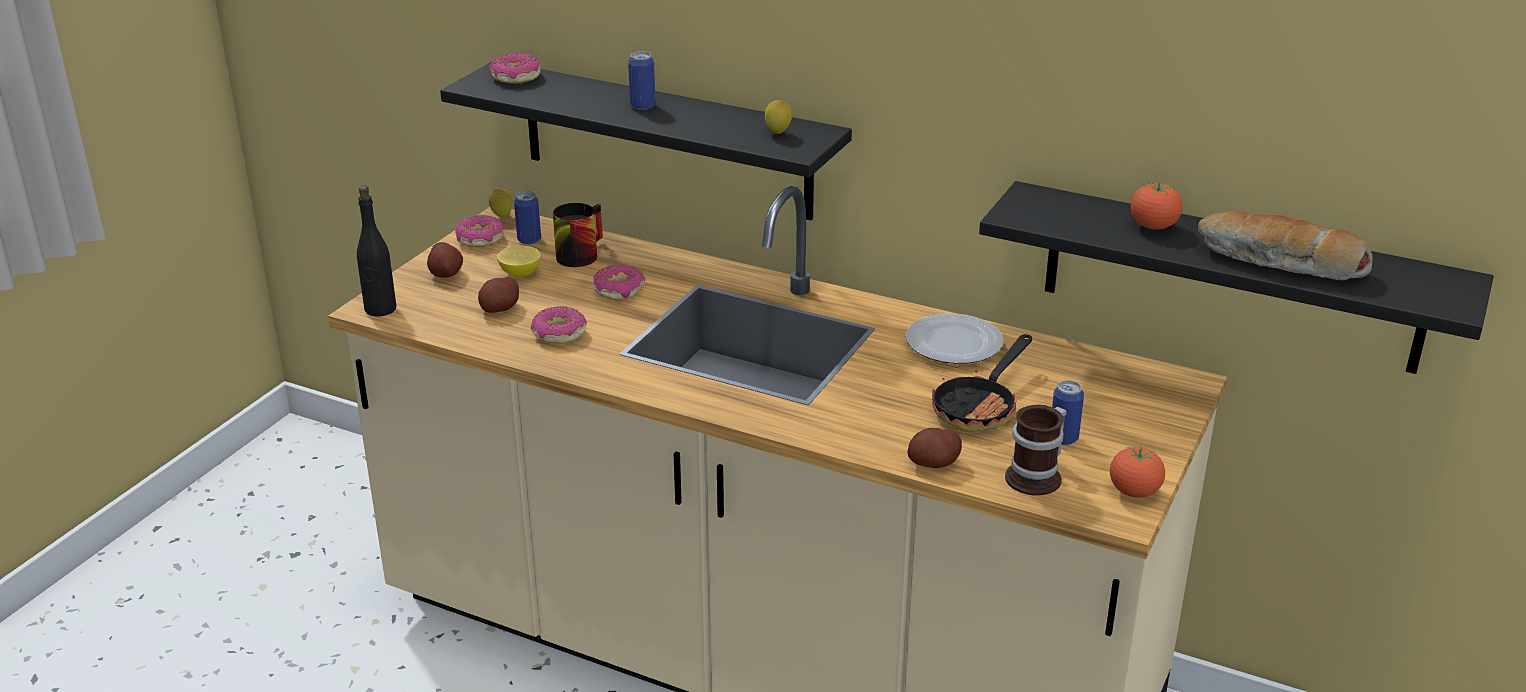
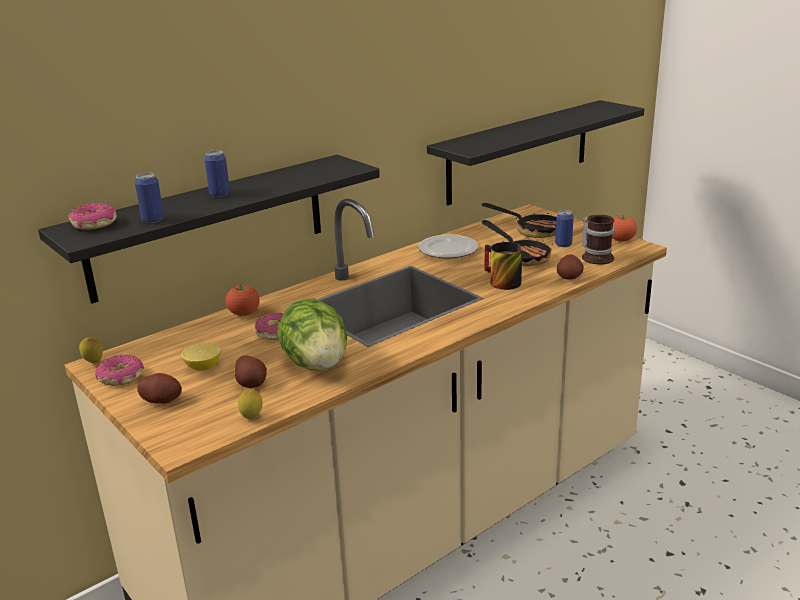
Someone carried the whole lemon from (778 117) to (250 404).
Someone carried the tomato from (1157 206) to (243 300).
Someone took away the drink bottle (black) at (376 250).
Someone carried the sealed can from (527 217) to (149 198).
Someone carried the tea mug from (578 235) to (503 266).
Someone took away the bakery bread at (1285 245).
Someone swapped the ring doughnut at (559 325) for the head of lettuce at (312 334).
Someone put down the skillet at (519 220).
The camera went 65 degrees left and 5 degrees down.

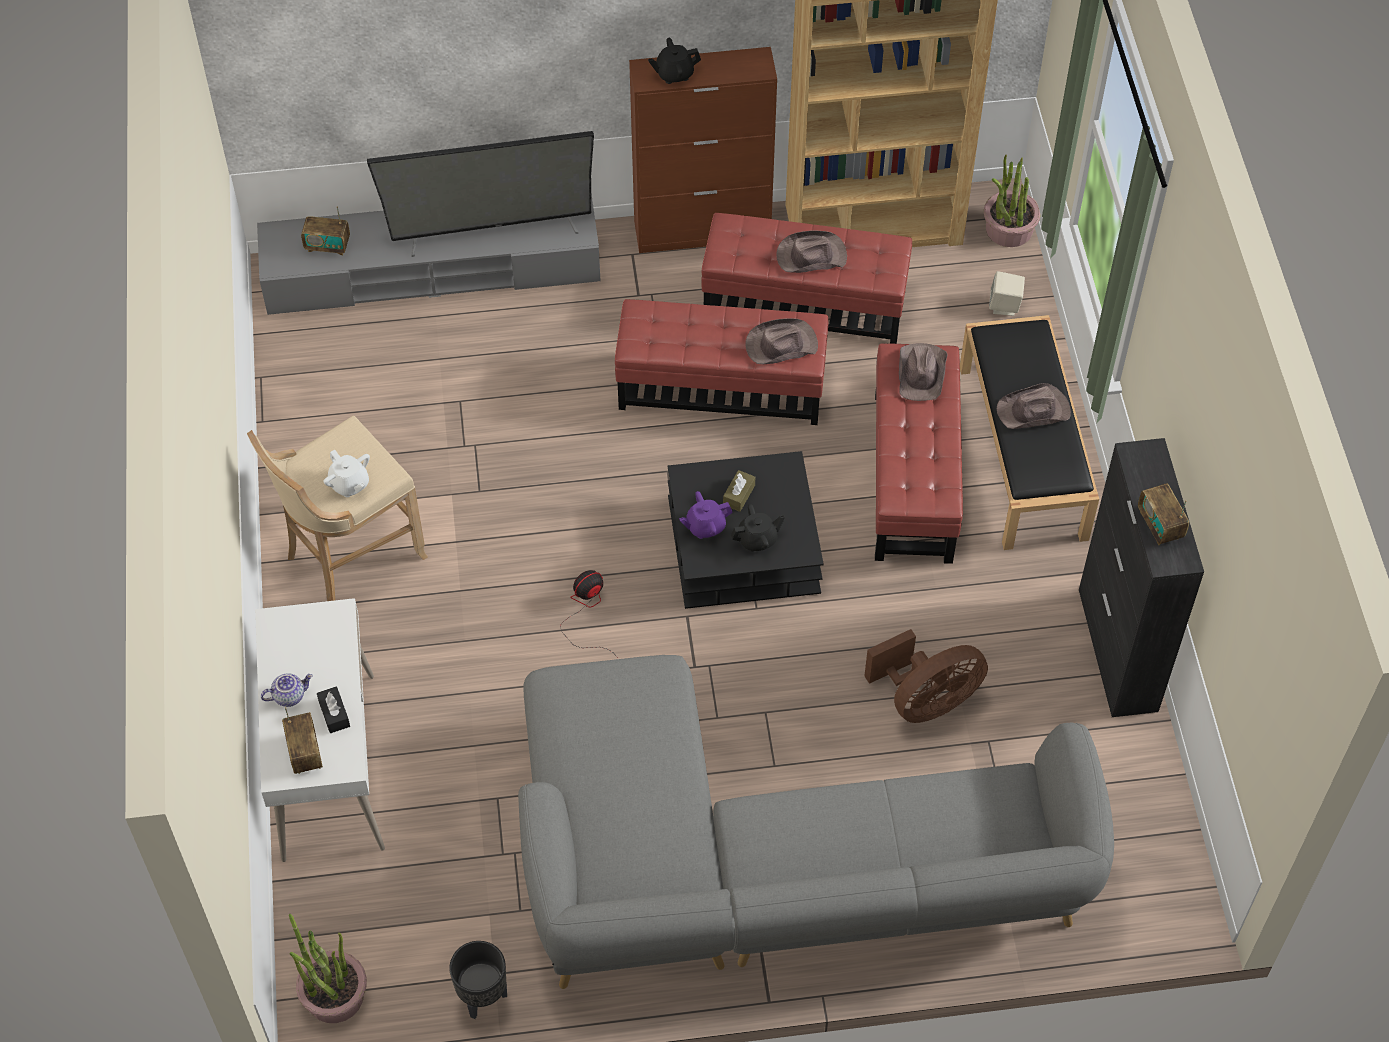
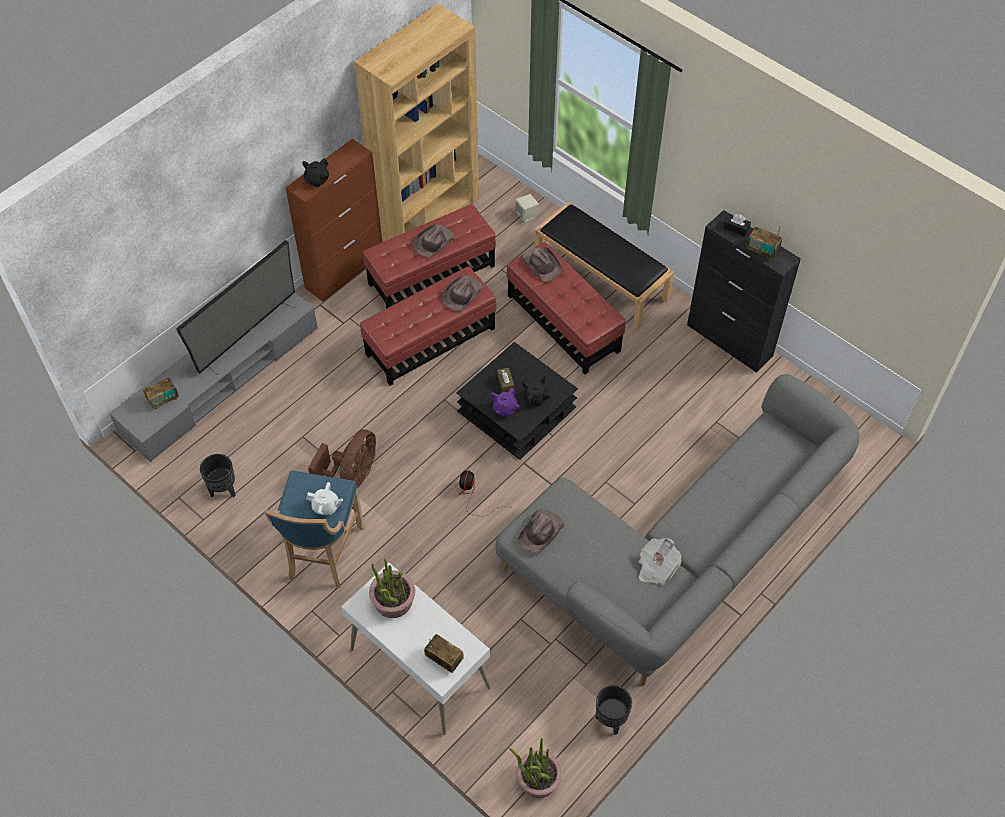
Someone carried the potted plant from (1012 201) to (392 588).
Someone carried the clothing hat (brown) from (1034 406) to (541 532).
Someone repainted the stool (sand-coloured) at (337 508), which became the stool (blue) at (315 530).
Someone carried the cooling fan (brown) from (926 676) to (342 458).
Someone took away the teapot at (287 690).
Someone carried the tissue box (black) from (333 709) to (737 225).
Someone put down the planter (black) at (218 475).
Someone put down the newspaper at (659 561).
The camera went 40 degrees left and 0 degrees up.

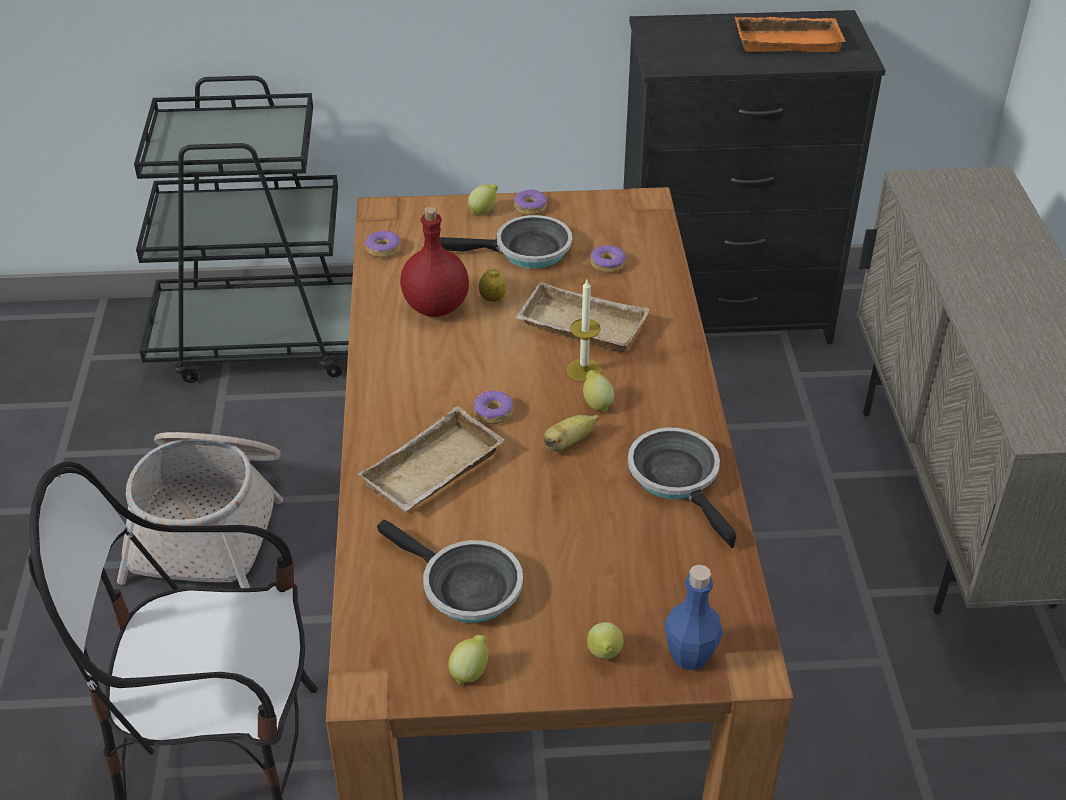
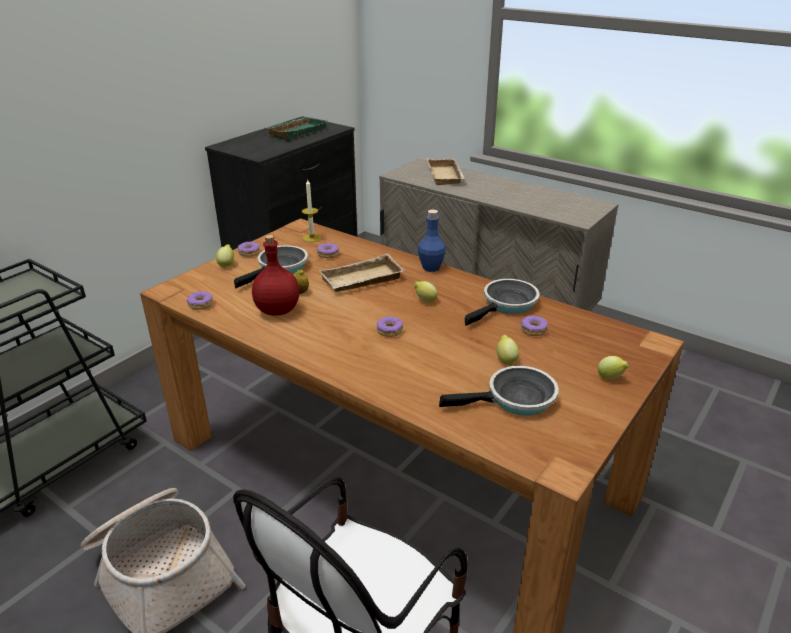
Someone repainted the tray (orange) at (790 34), which became the tray (green) at (296 128).
Someone carried the candle from (584 331) to (312 211).
Someone carried the tray (sand-coloured) from (431 459) to (446 171).
Someone took away the banana fruit at (571 433).
Someone rotated the skillet at (682 488) by 120 degrees clockwise.
Someone carried the drink bottle (blue) from (693 618) to (432 241).
Someone carried the whole lemon from (468 660) to (508 350).
Someone put down the ring doughnut at (534 326).
The camera went 50 degrees left and 10 degrees down.

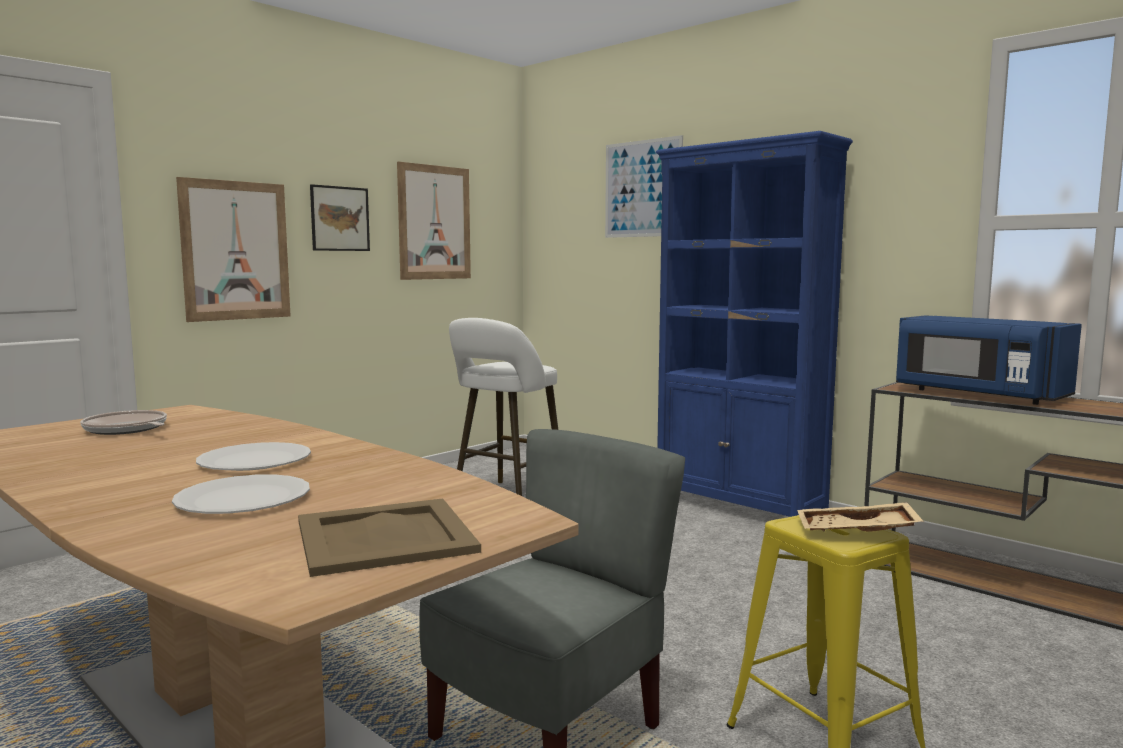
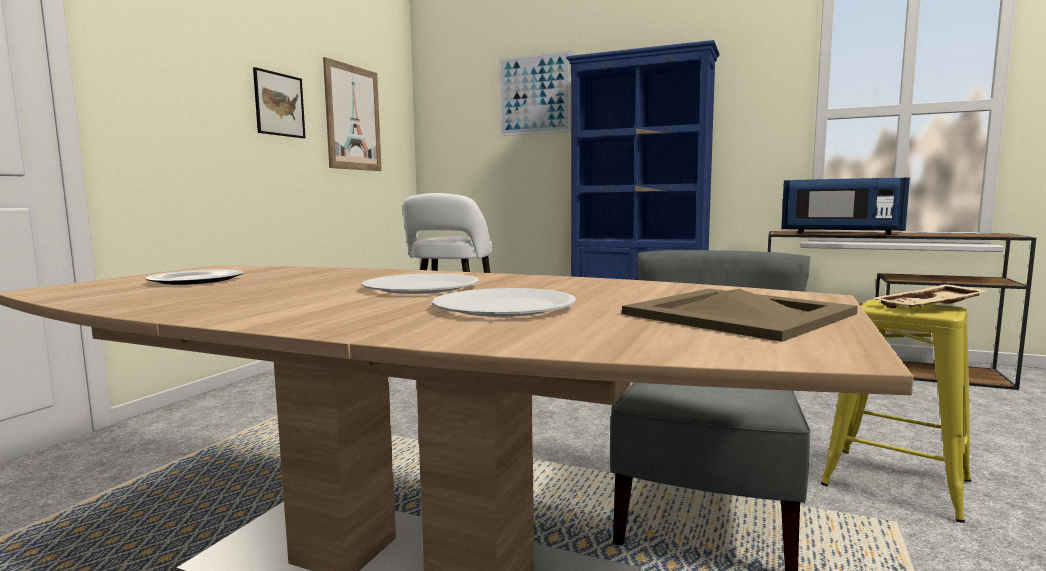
Someone took away the wall picture at (233 249).
Someone swapped the skillet at (123 422) for the plate at (194 277).
The camera went 20 degrees left and 0 degrees up.

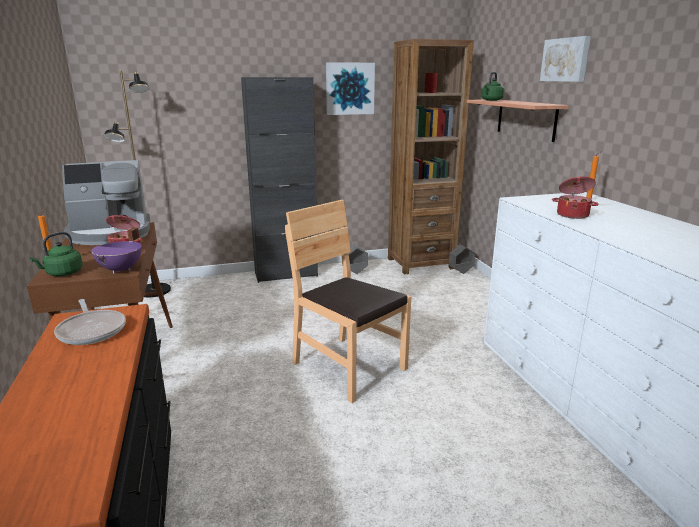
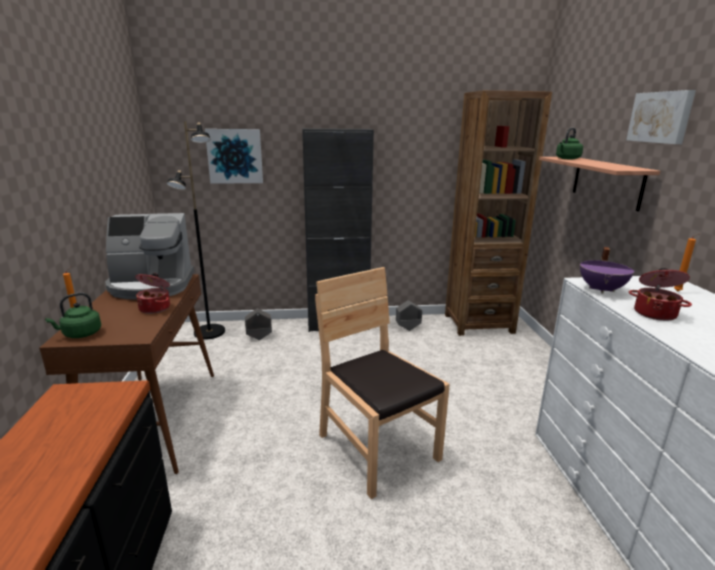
Someone carried the wall picture from (350 88) to (234 156).
Someone carried the stockpot (purple) from (116 251) to (607 270).
Someone carried the planter (grey) from (462 259) to (258 324).
Someone took away the skillet at (90 322).
The camera went 10 degrees right and 0 degrees up.

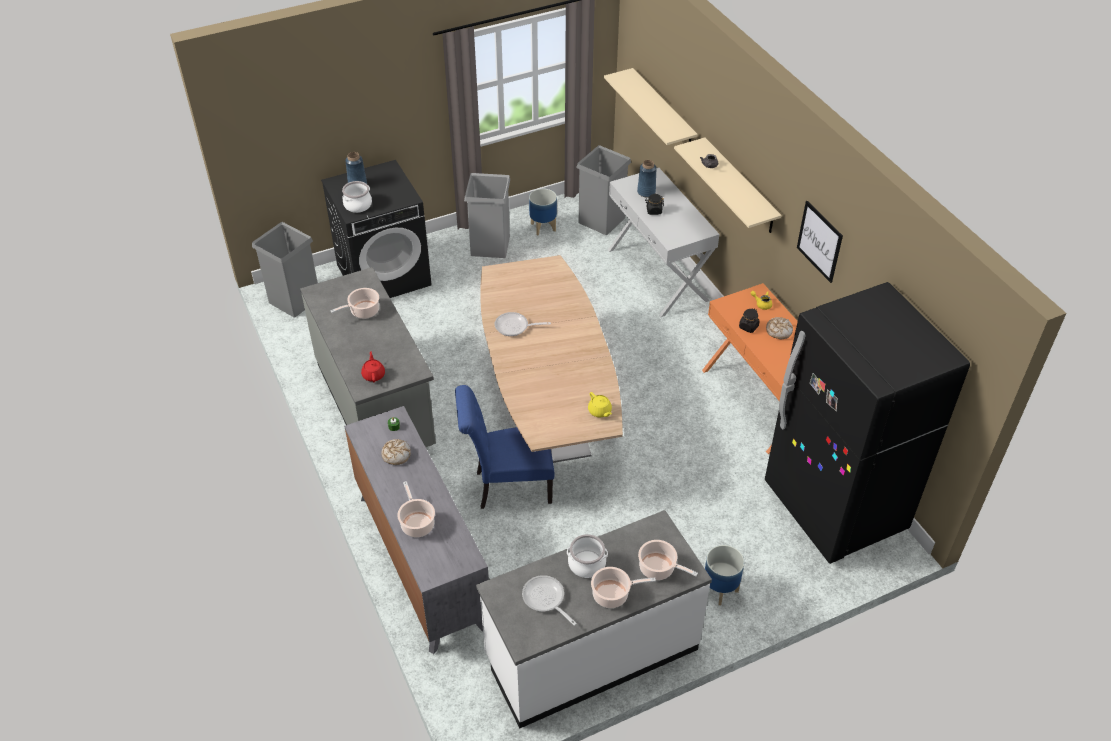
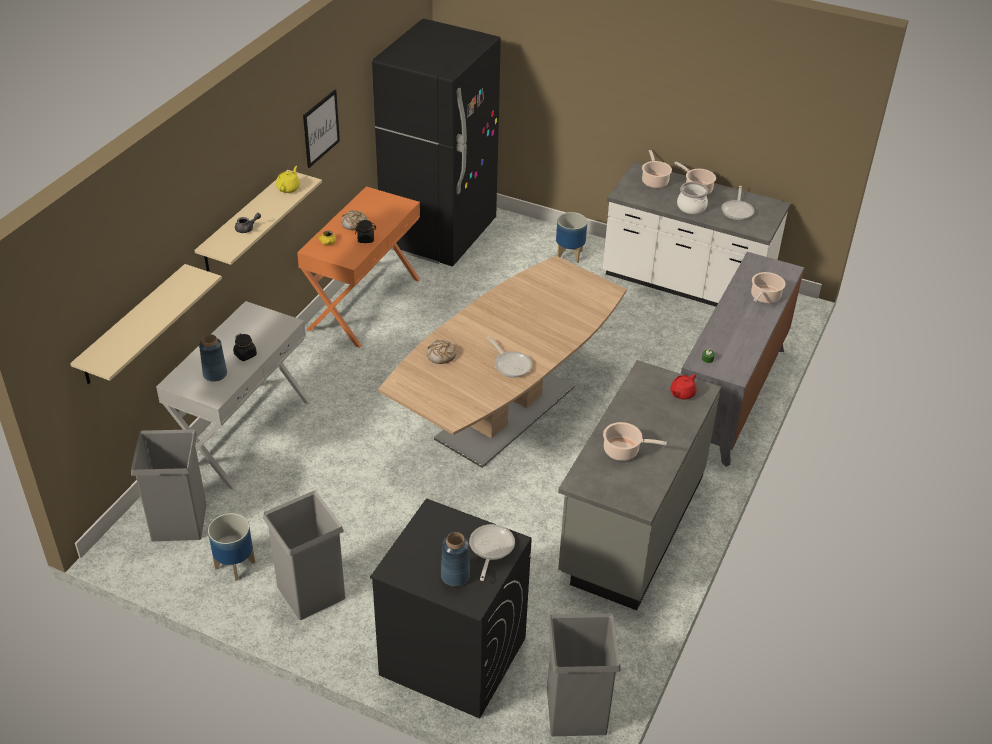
Someone swapped the stockpot at (357 197) for the skillet at (492 552).
Someone took away the upright chair (blue) at (505 447).
Someone carried the teapot (yellow) from (600 404) to (288 179).
Someone carried the bakery bread from (396 452) to (442 352).
The camera went 130 degrees left and 5 degrees down.

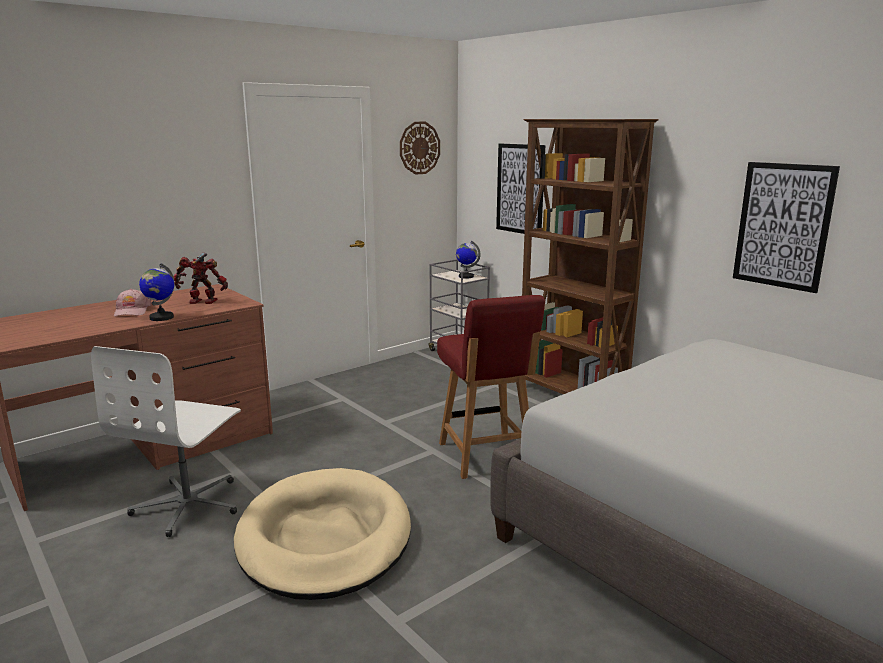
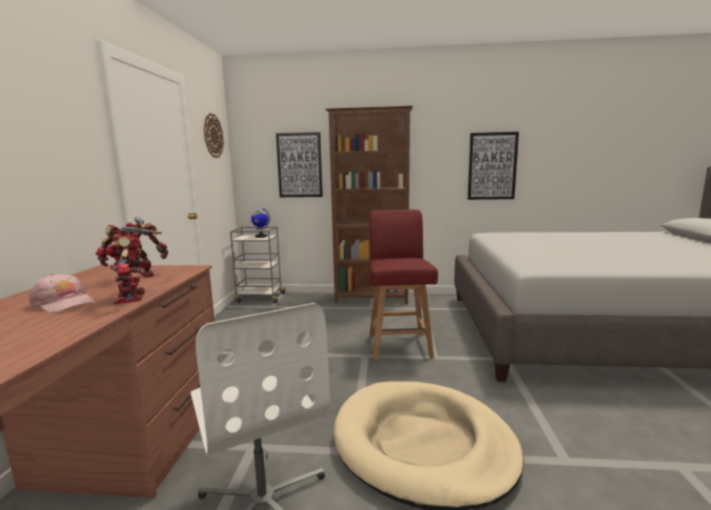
Someone swapped the world globe at (156 292) for the toy robot at (134 265).
Someone rotated the upright chair (red) at (491 387) by 120 degrees counterclockwise.
The camera went 45 degrees left and 5 degrees down.

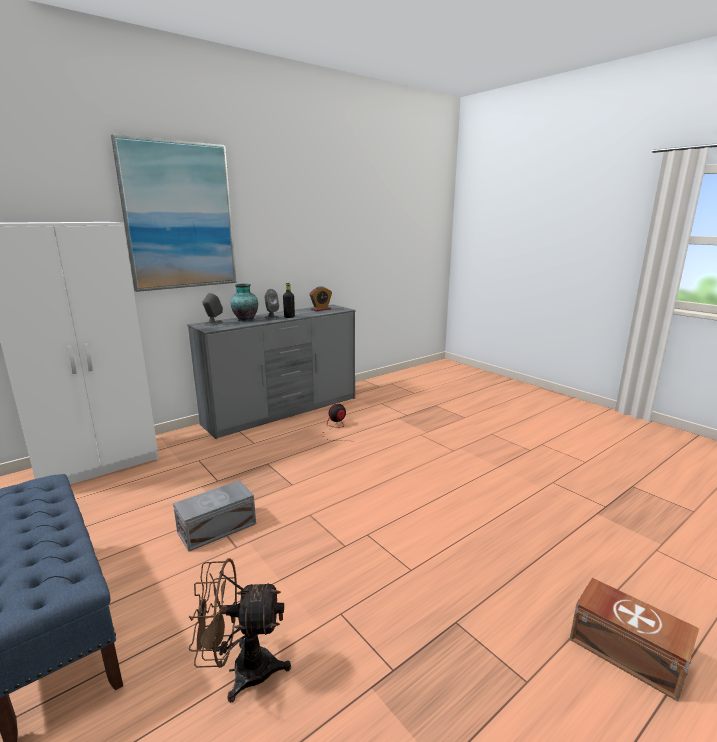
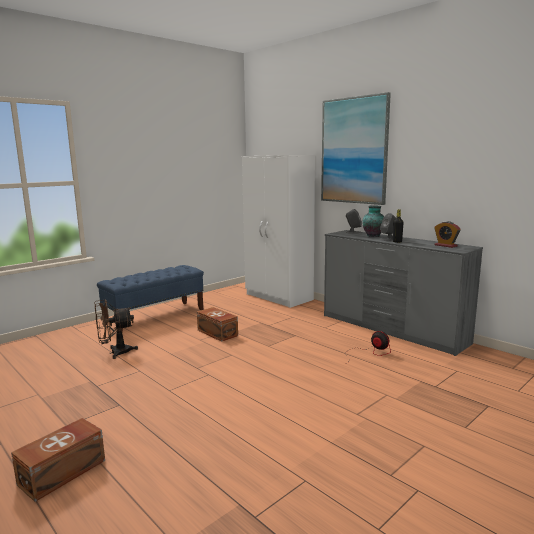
Someone repainted the storage box (grey) at (214 516), which became the storage box (brown) at (217 324).
Someone rotated the cooling fan (brown) at (240 630) by 105 degrees counterclockwise.
The camera went 85 degrees right and 5 degrees down.

